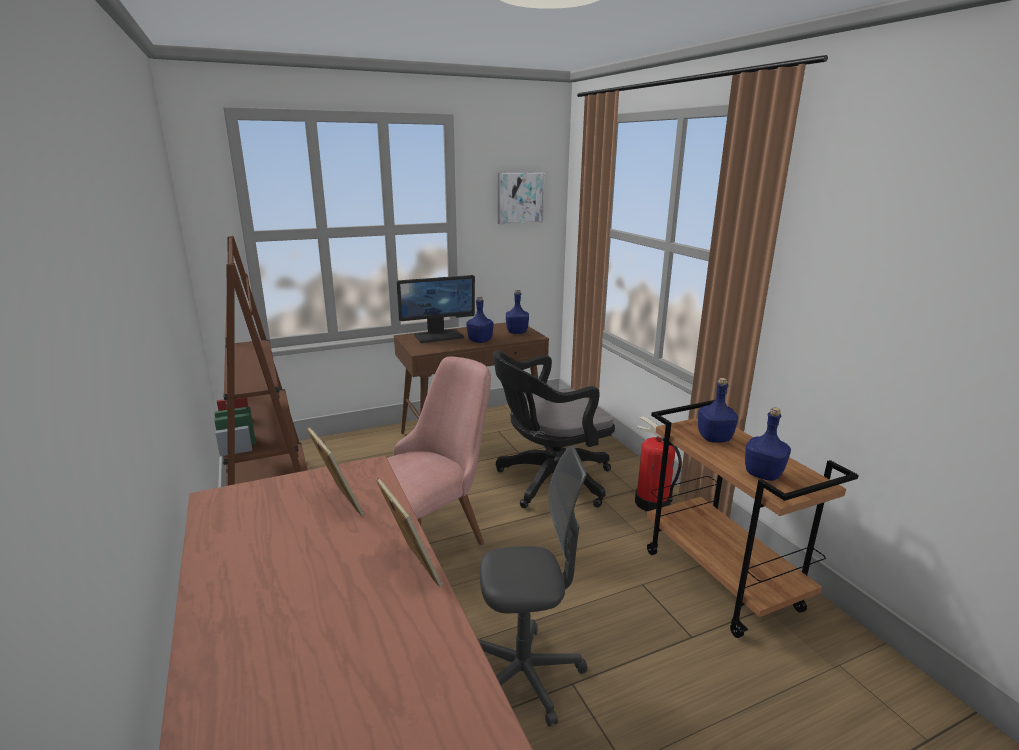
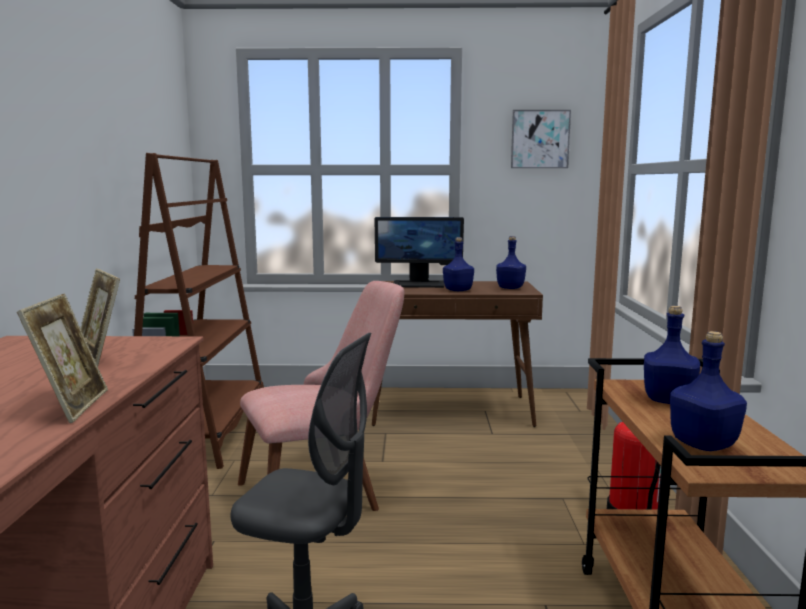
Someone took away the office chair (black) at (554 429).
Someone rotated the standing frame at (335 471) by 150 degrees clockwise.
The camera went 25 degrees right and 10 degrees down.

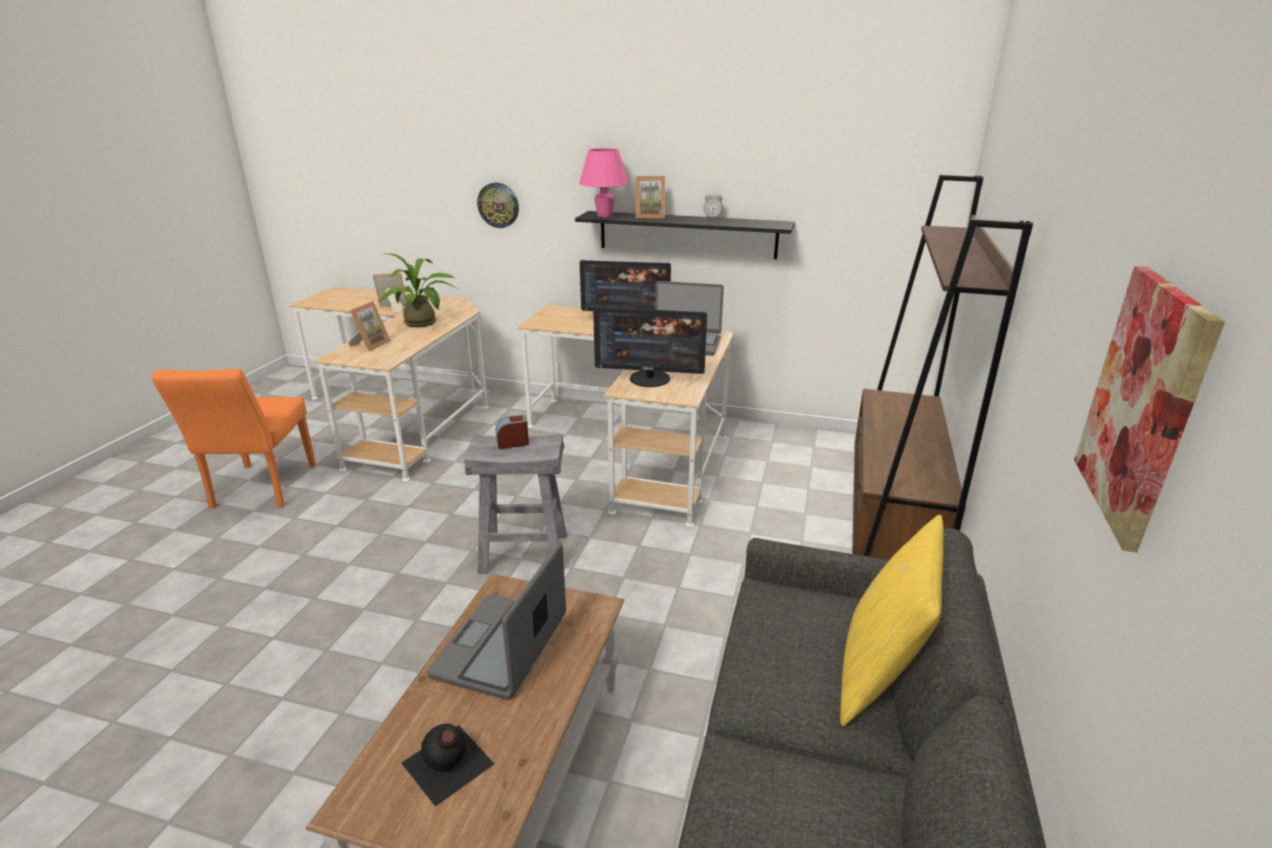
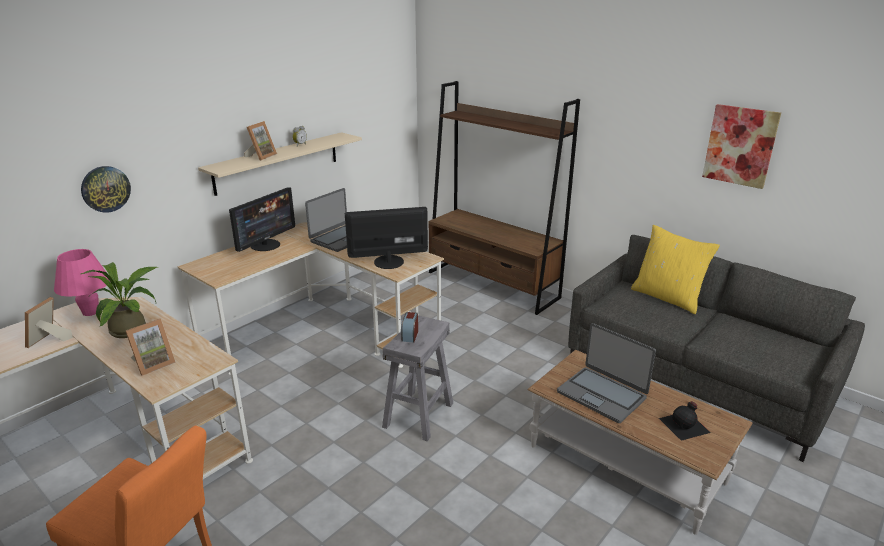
Someone carried the tabletop lamp (pink) from (604 182) to (81 282).
Someone repainted the bracket shelf (black) at (685 235), which became the bracket shelf (sand-coloured) at (280 164).
Someone rotated the standing frame at (369 326) by 90 degrees clockwise.
Someone rotated the computer screen at (650 347) by 135 degrees counterclockwise.
The camera went 65 degrees left and 0 degrees up.

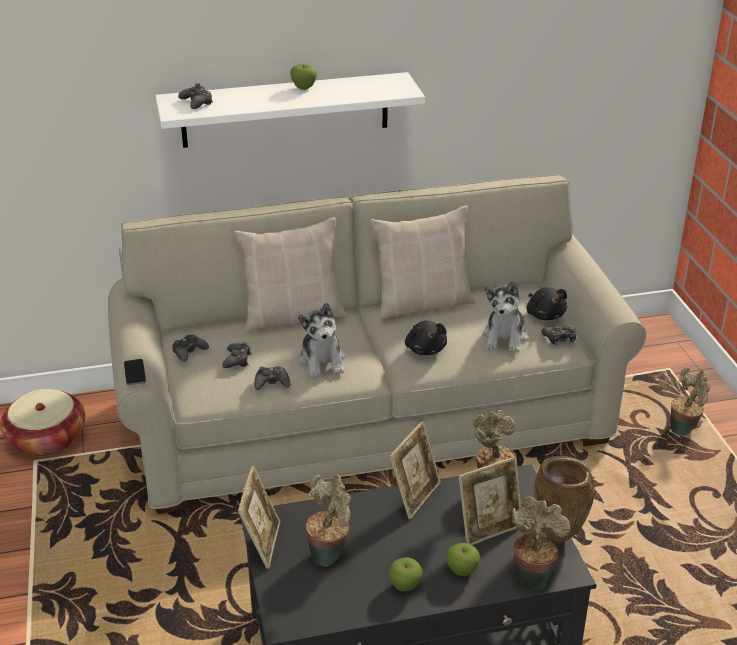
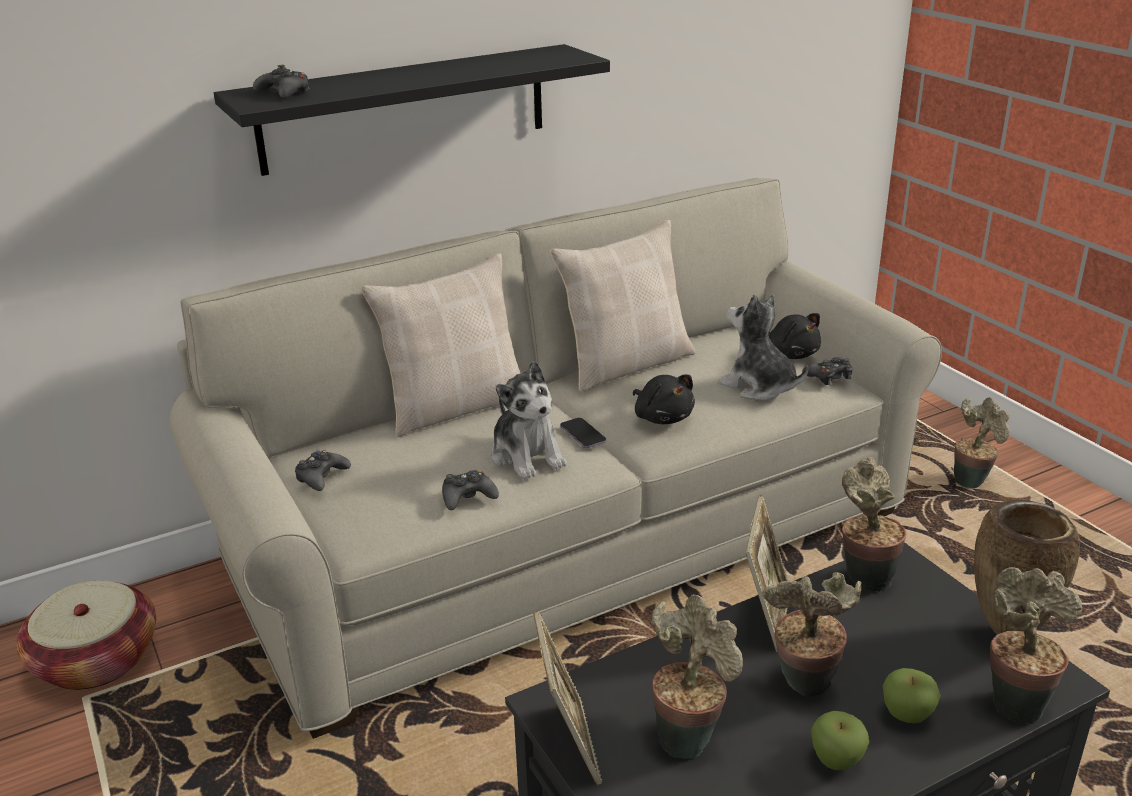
Someone took away the apple fruit at (303 77).
Someone repainted the bracket shelf (whitish) at (290 110), which became the bracket shelf (black) at (412 110).
Someone rotated the cuddly toy at (505 317) by 135 degrees clockwise.
Someone took away the joypad (black) at (236 355).
Someone carried the phone from (135 372) to (583 433).
Someone took away the standing frame at (490 501).
Someone put down the potted plant at (812 634).
The camera went 15 degrees left and 5 degrees down.

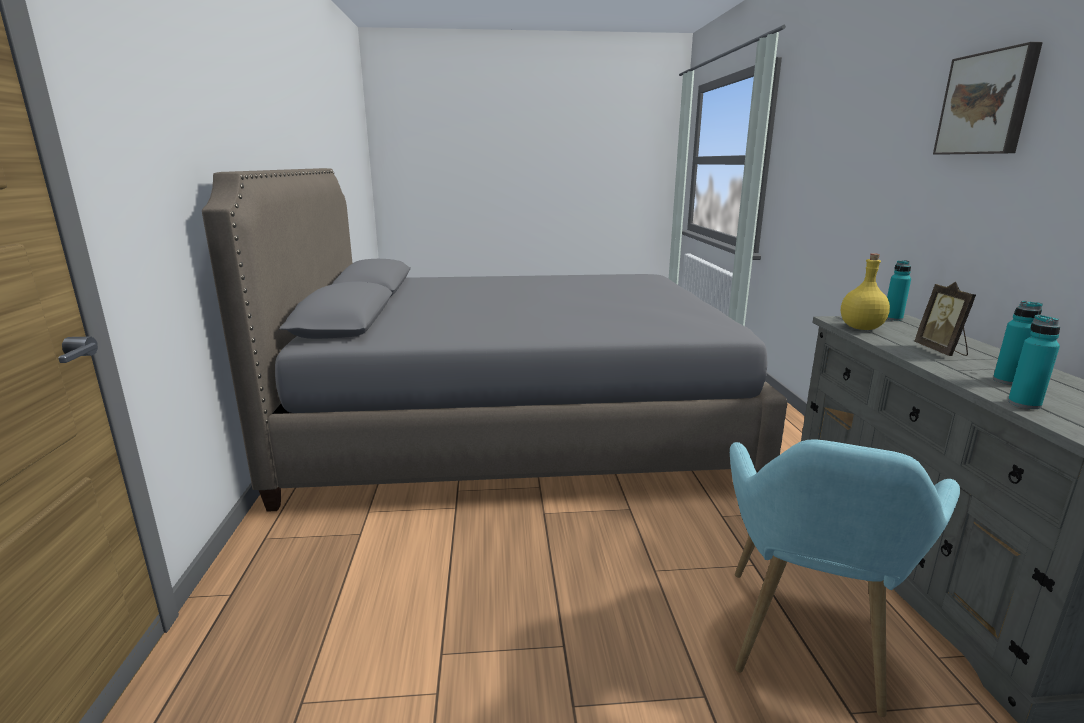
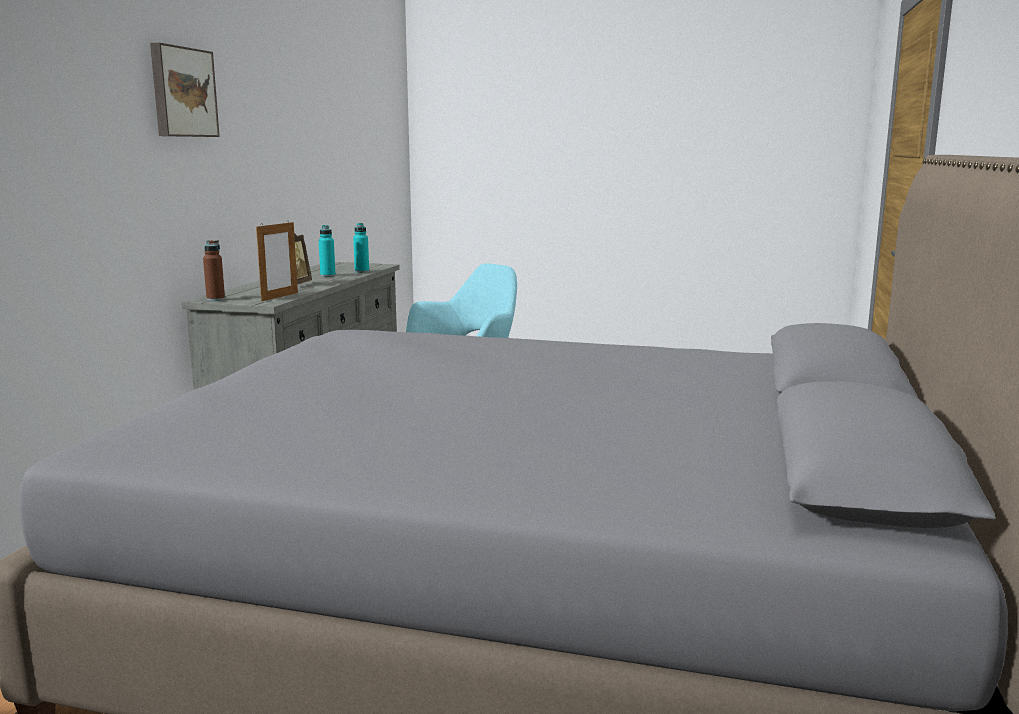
Someone swapped the drink bottle (yellow) at (865 291) for the standing frame at (277 260).
Someone repainted the drink bottle (turquoise-coloured) at (899 290), which became the drink bottle (brown) at (214 270).
The camera went 160 degrees left and 5 degrees down.

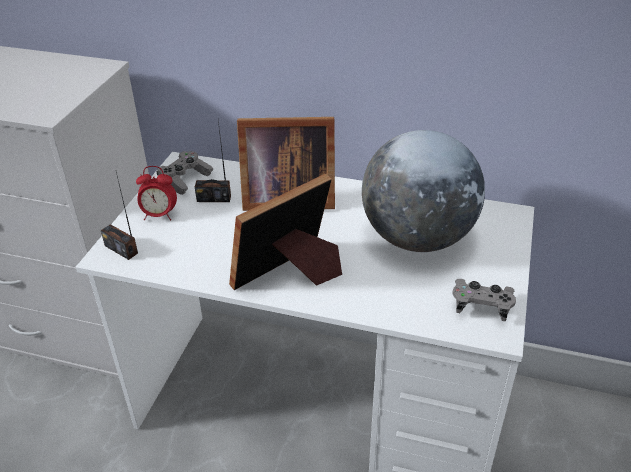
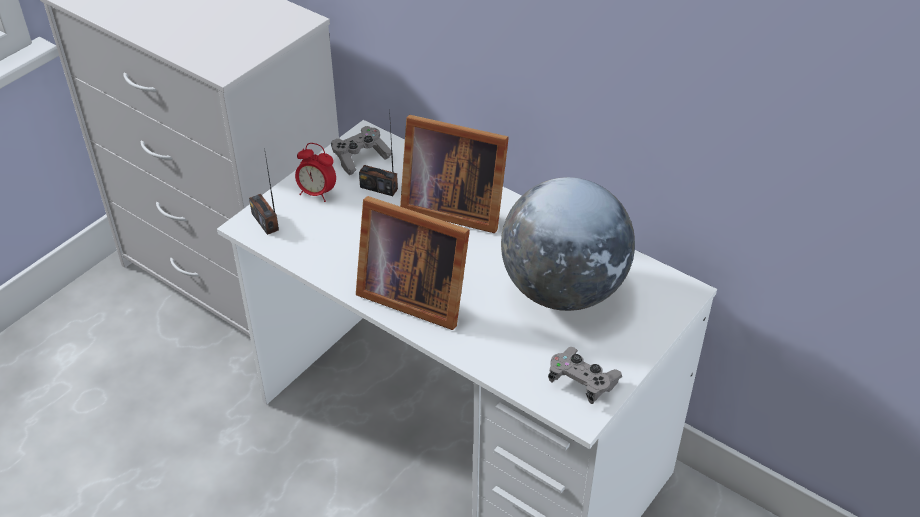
Someone rotated the standing frame at (285 231) by 135 degrees counterclockwise.
The camera went 20 degrees right and 5 degrees up.

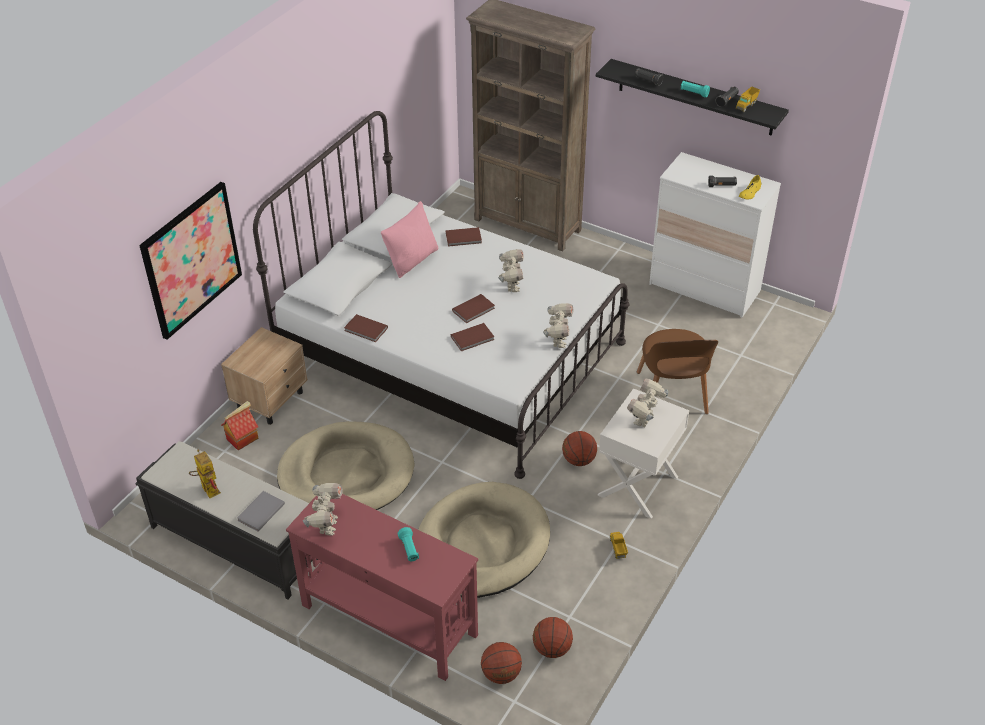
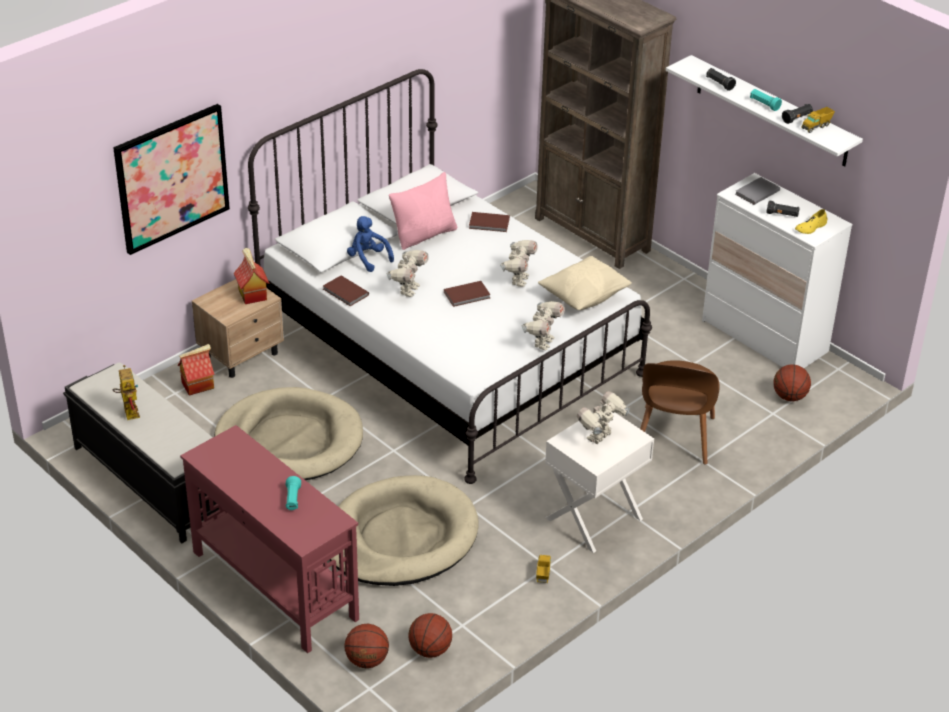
Someone repainted the bracket shelf (black) at (692 97), which became the bracket shelf (whitish) at (764 110).
Someone took away the book (brown) at (472 337).
Someone carried the ball for basketball from (579 448) to (792 382).
Someone carried the toy robot from (323 509) to (407 273).
Someone carried the book (grey) from (261 511) to (757 191).
Someone put down the cuddly toy (blue) at (370 244).
Someone put down the miniature house at (252 276).
Someone put down the cushion (sand-coloured) at (585 283).
The camera went 15 degrees right and 5 degrees down.

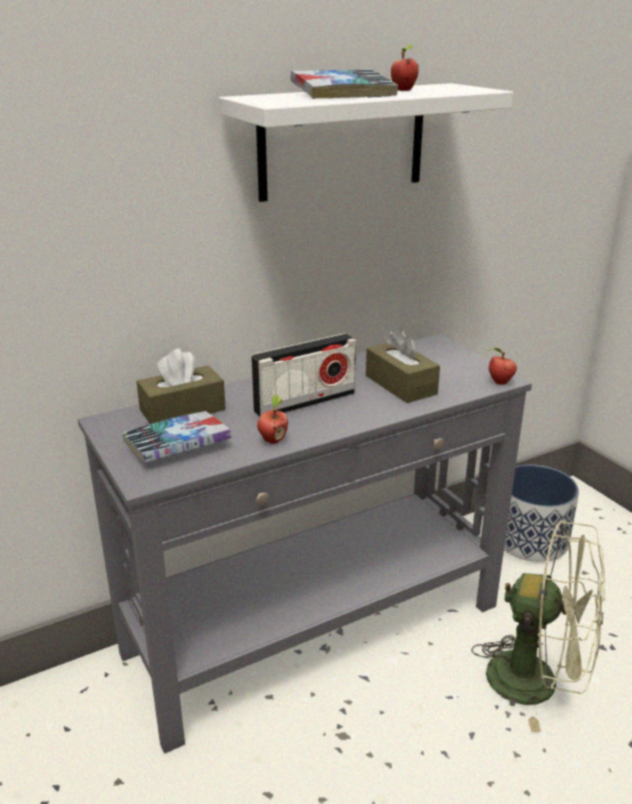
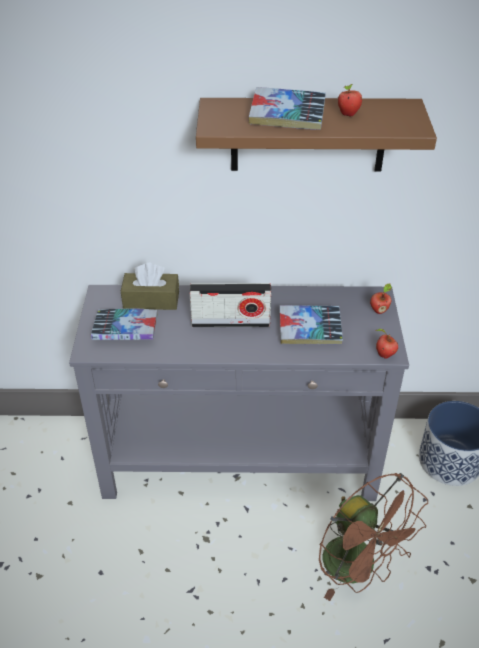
Someone repainted the bracket shelf (whitish) at (366 142), which became the bracket shelf (brown) at (316 135).
Someone swapped the tissue box (brown) at (403 365) for the book at (311 324).
Someone carried the apple fruit from (272 419) to (381 298).
Someone repainted the cooling fan (green) at (538 626), which became the cooling fan (brown) at (373 537).
The camera went 30 degrees right and 15 degrees up.

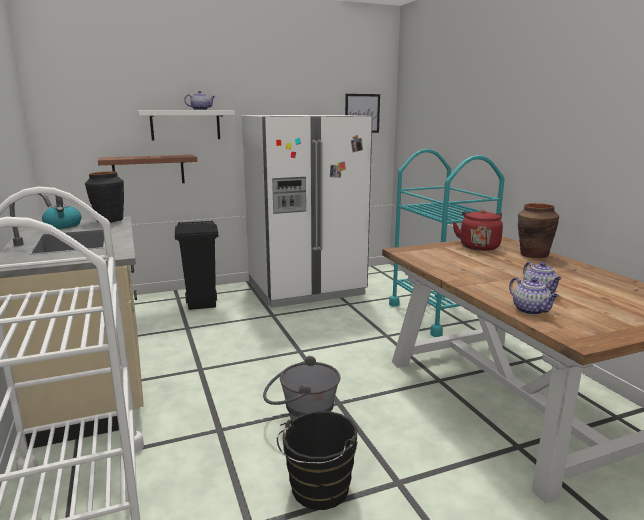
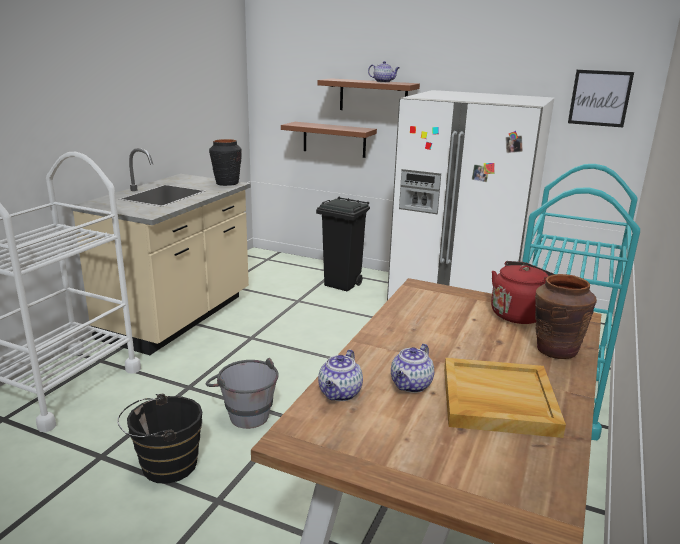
Someone repainted the bracket shelf (whitish) at (186 125), which became the bracket shelf (brown) at (369 94).
Someone took away the water kettle at (61 212).
Someone put down the tray (sand-coloured) at (505 398).
The camera went 45 degrees right and 5 degrees up.

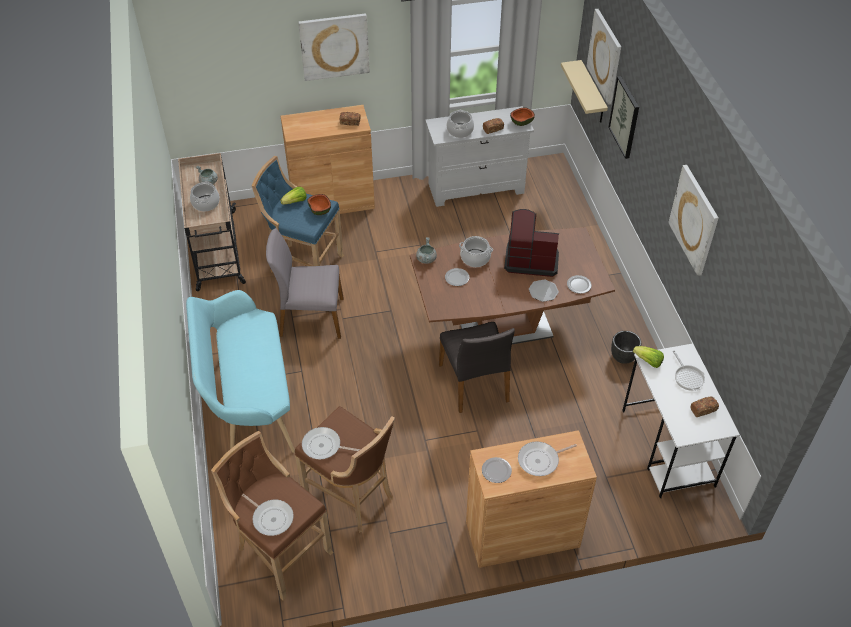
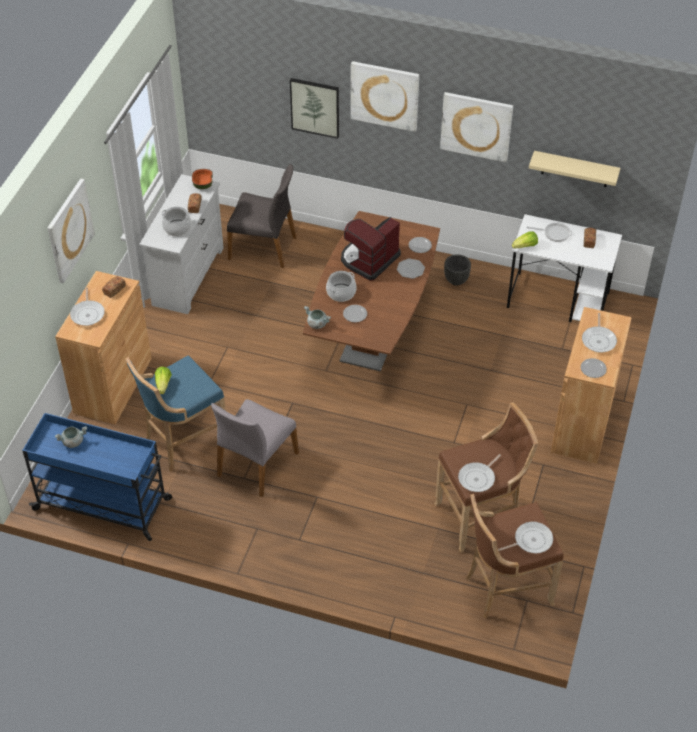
Someone carried the wall picture from (604 57) to (385 96).
Someone carried the bracket shelf (sand-coloured) from (584 91) to (574 169).
Someone repainted the cart (sand-coloured) at (212 222), which became the cart (blue) at (97 477).
Someone took away the stockpot at (205 196).
Someone took away the bowl at (319 204).
Someone took away the long seat (turquoise-coloured) at (240 371).
Someone carried the upright chair (grey) from (477 367) to (261 216).
Someone put down the skillet at (87 307).
The camera went 60 degrees left and 0 degrees up.

